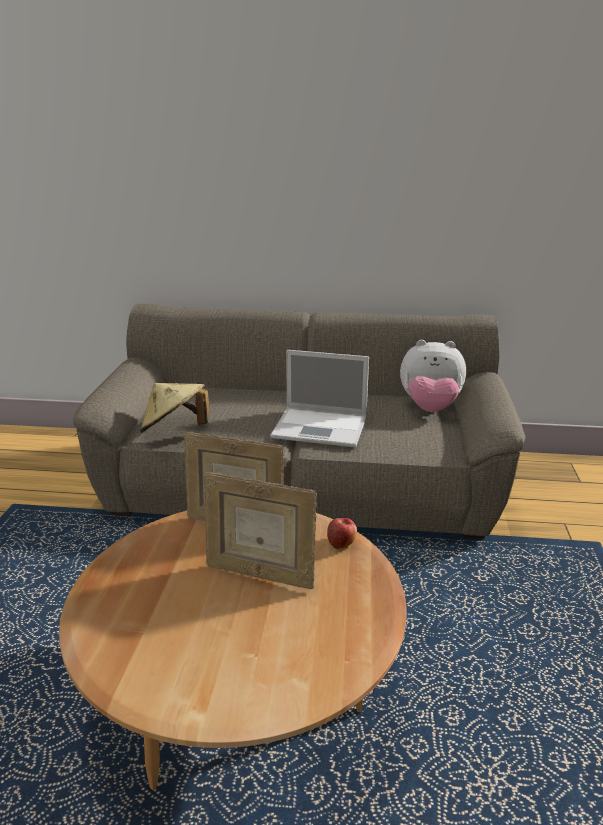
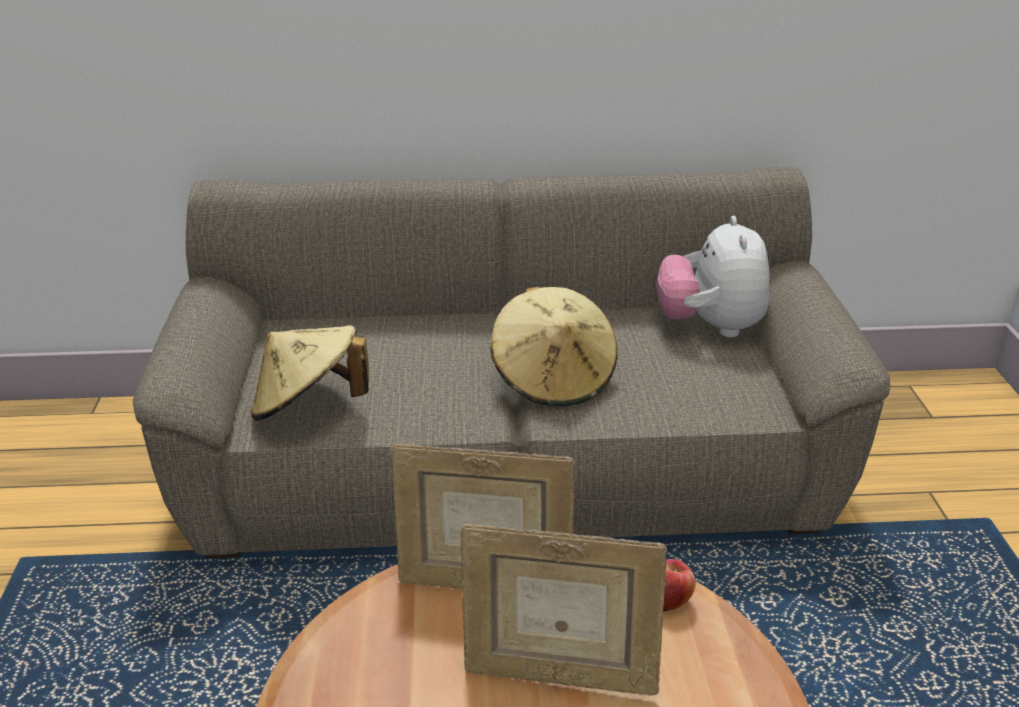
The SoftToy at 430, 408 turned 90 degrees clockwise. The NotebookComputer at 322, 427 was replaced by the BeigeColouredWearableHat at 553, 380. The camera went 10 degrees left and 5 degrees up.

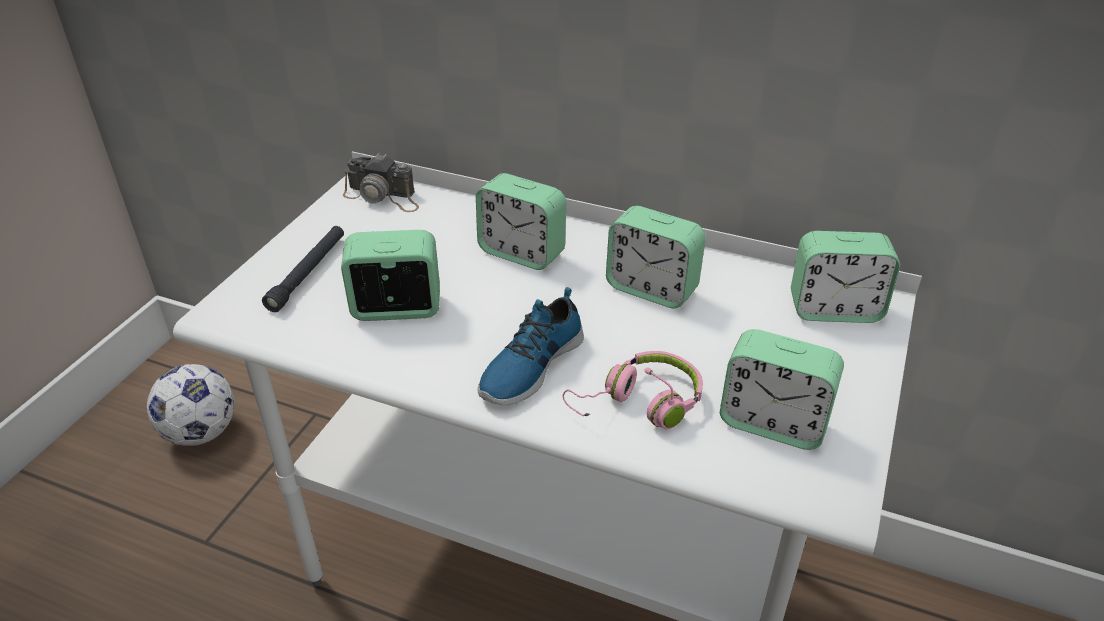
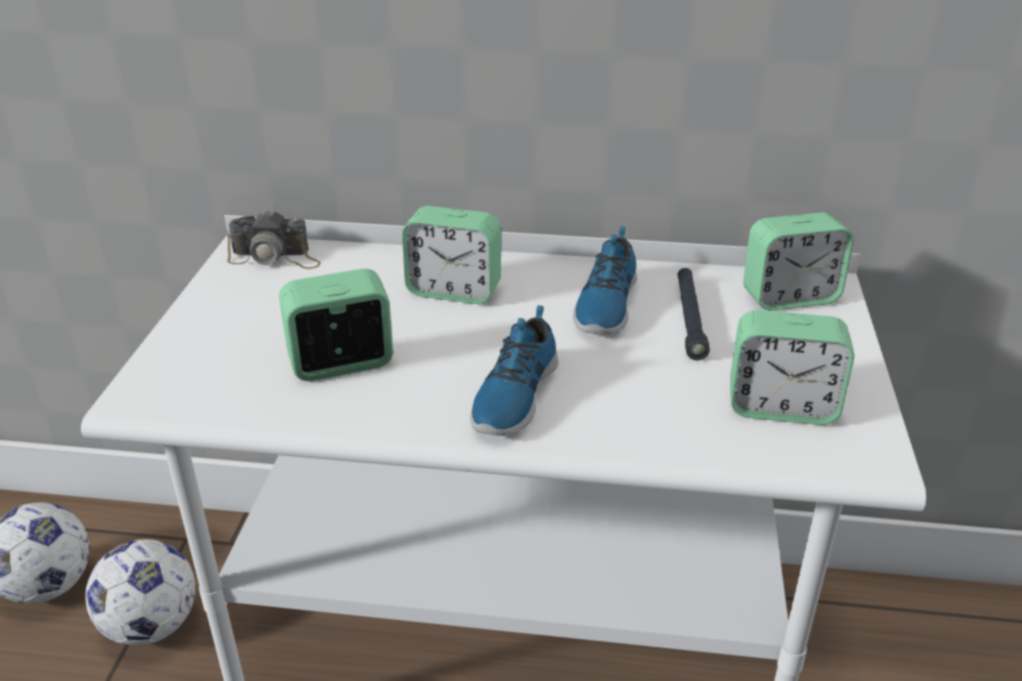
The TableClock at 652, 288 was replaced by the LowShoe at 604, 305. The BlackColouredFlashlight moved from 308, 273 to 689, 319. The PinkColouredHeadphones at 639, 404 disappeared. The FootballBall at 152, 625 appeared. The camera went 15 degrees left and 5 degrees down.

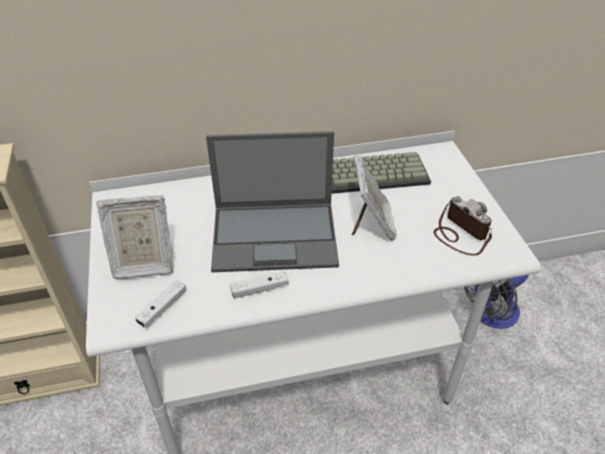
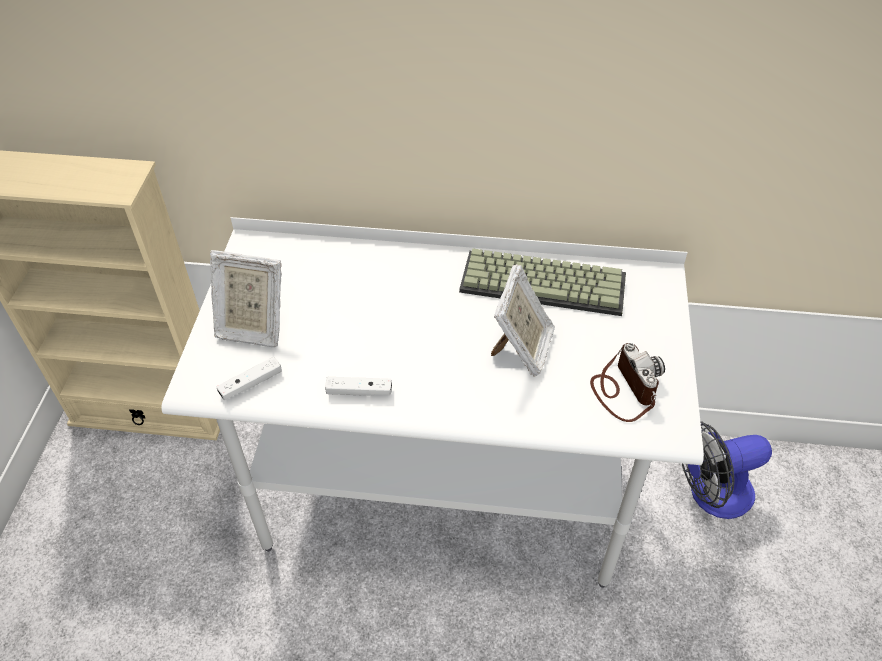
The NotebookComputer at 276, 236 disappeared. The camera went 20 degrees right and 5 degrees up.

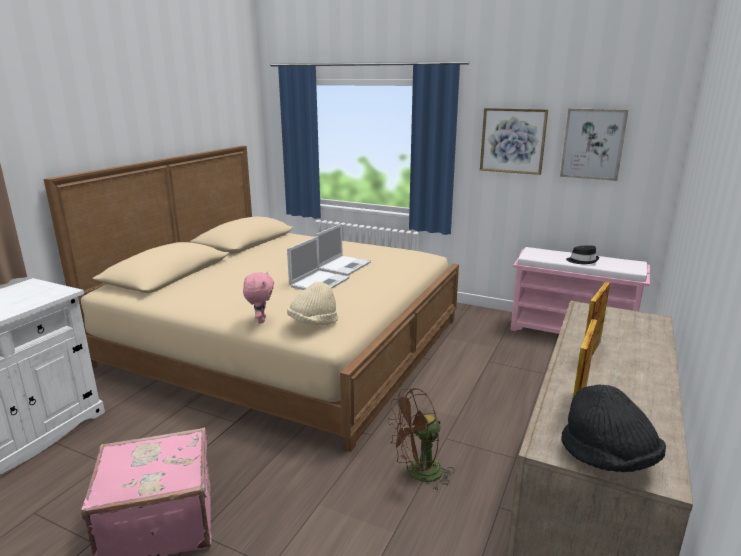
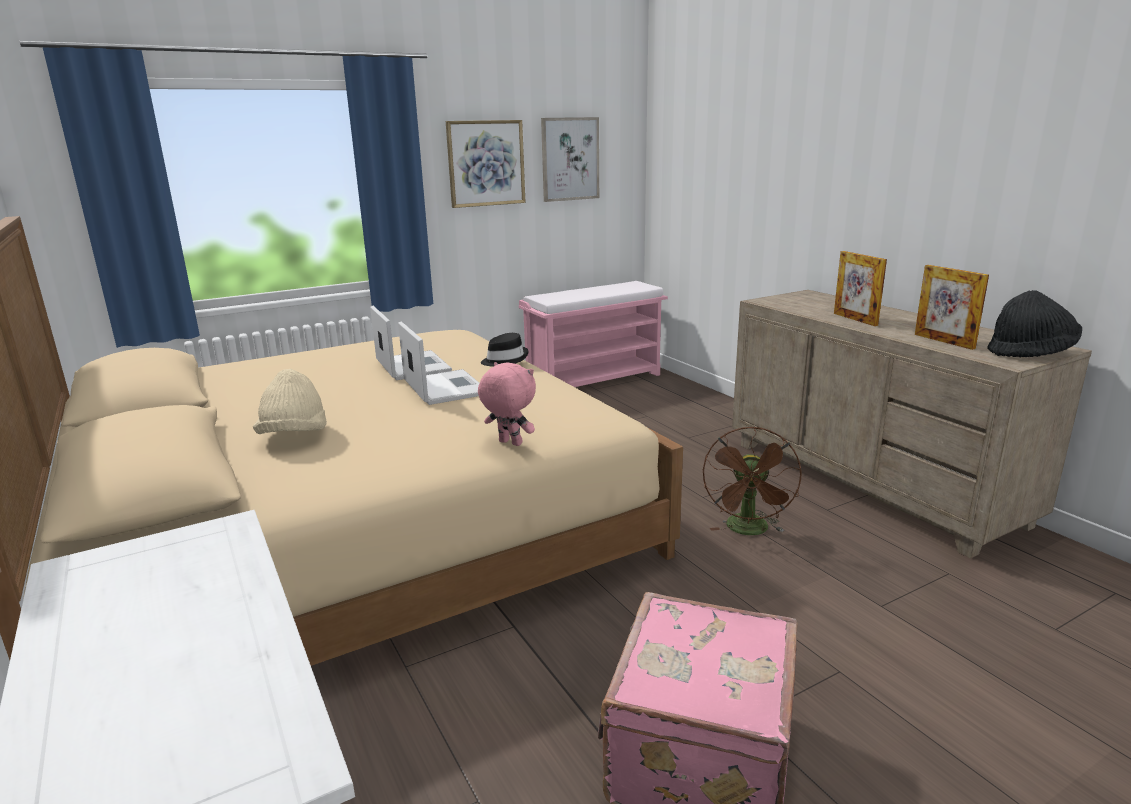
The BlackColouredWearableHat moved from 582, 261 to 504, 360. The BeigeColouredWearableHat moved from 313, 323 to 294, 436. The camera went 55 degrees left and 0 degrees up.

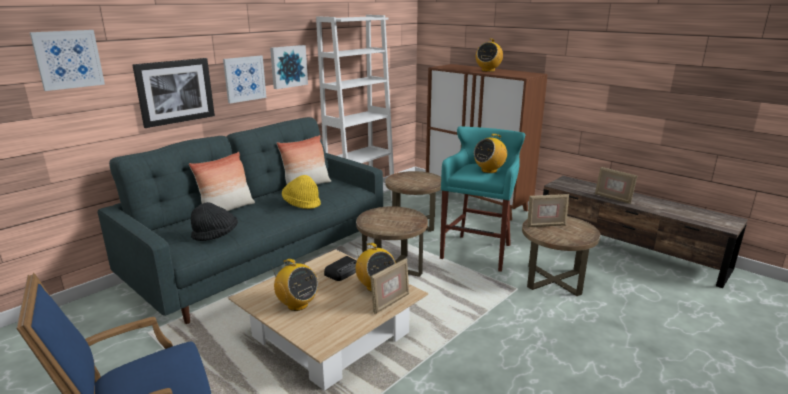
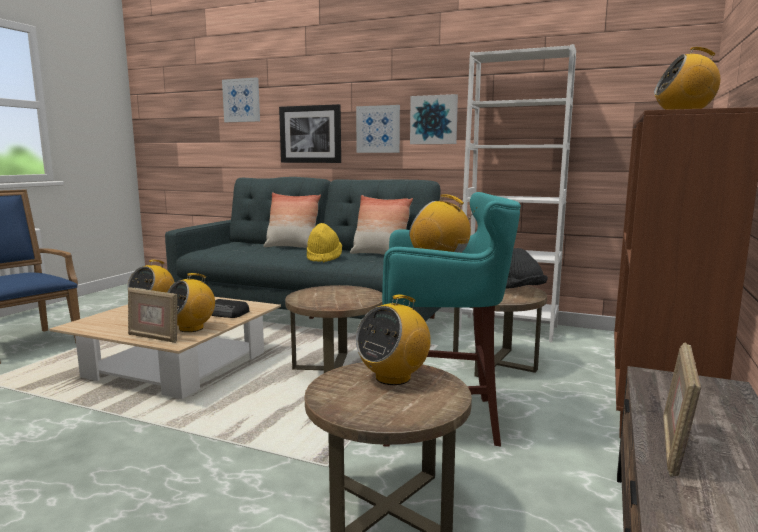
The StandingFrame at 545, 225 was replaced by the RadioSet at 393, 377. The BlackColouredWearableHat moved from 216, 236 to 520, 291. The camera went 70 degrees right and 10 degrees down.

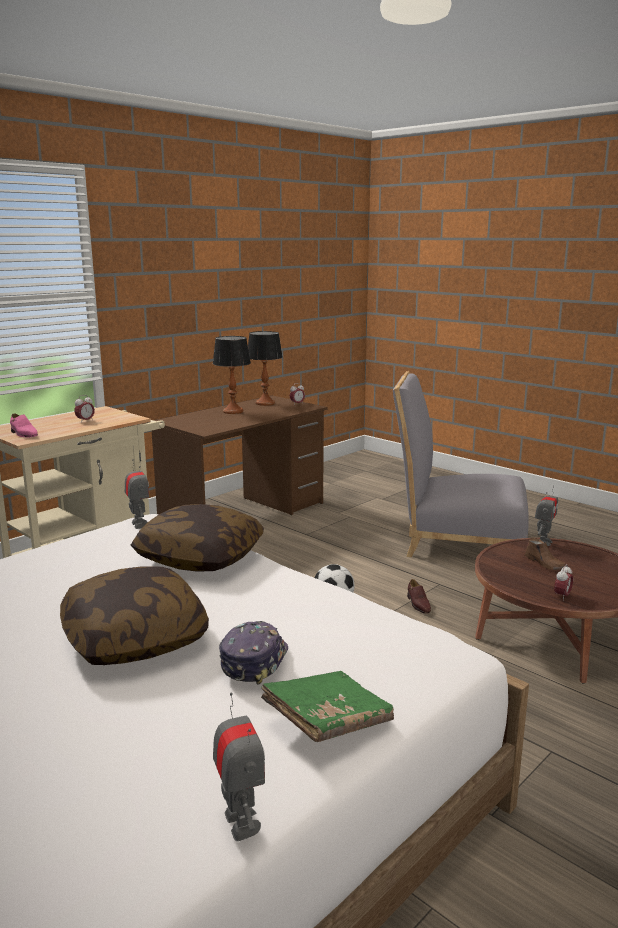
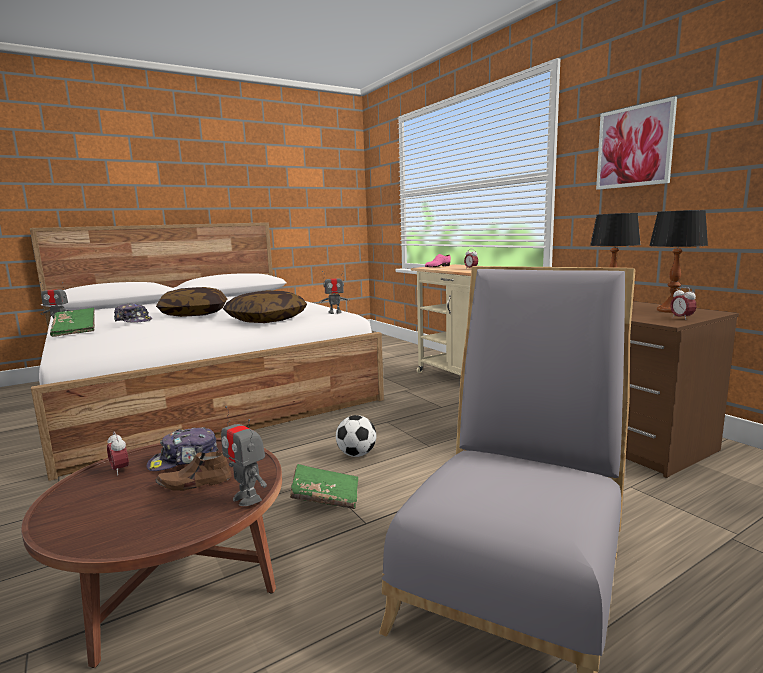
The BrownColouredLowShoe at 418, 604 was replaced by the GreenVolume at 325, 497. The WallPicture at 634, 146 appeared. The Cap at 184, 460 appeared. The camera went 105 degrees right and 5 degrees down.

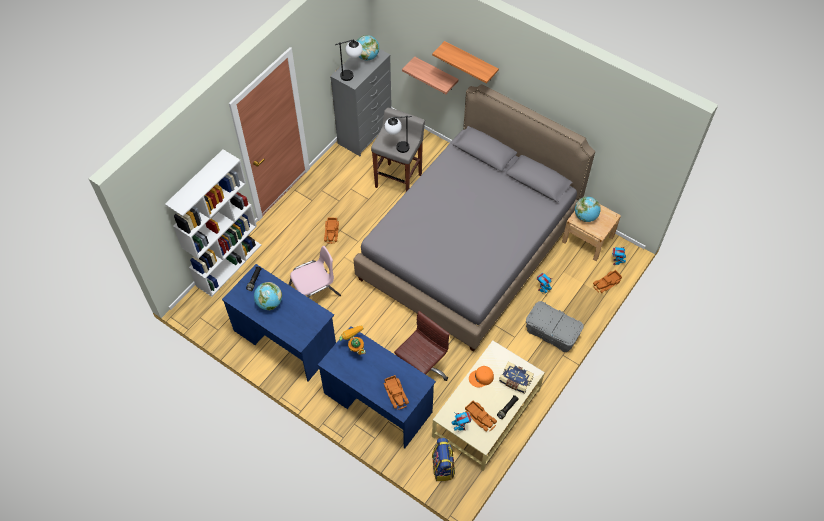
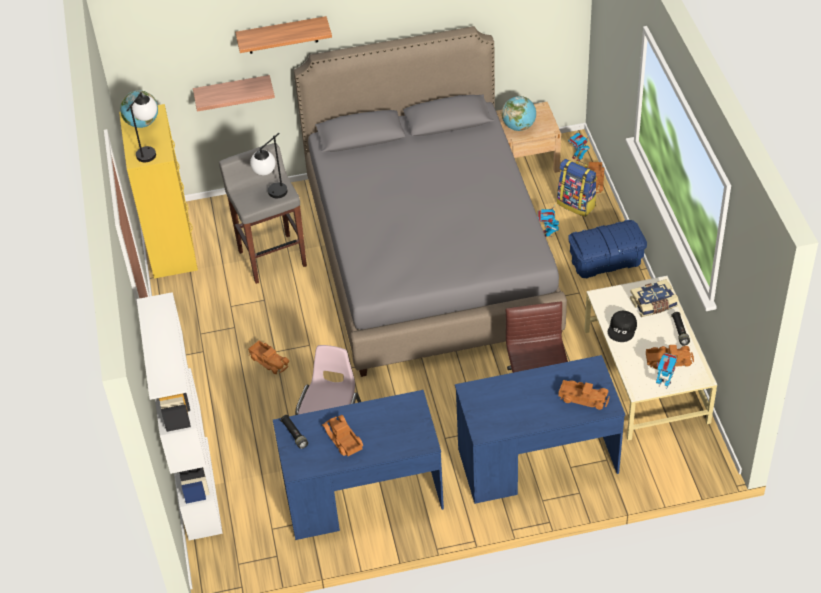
The GrayDrawerChest at 365, 133 became the YellowDrawerChest at 171, 245. The DeskGlobe at 269, 303 was replaced by the ModelTruck at 342, 439. The GrayStorageContainer at 551, 333 became the BlueColouredStorageContainer at 606, 261. The RobotFigure at 355, 348 disappeared. The OrangeyCap at 481, 378 became the BlackColouredCap at 622, 329. The Knapsack moved from 443, 467 to 577, 204. The camera went 45 degrees left and 10 degrees down.

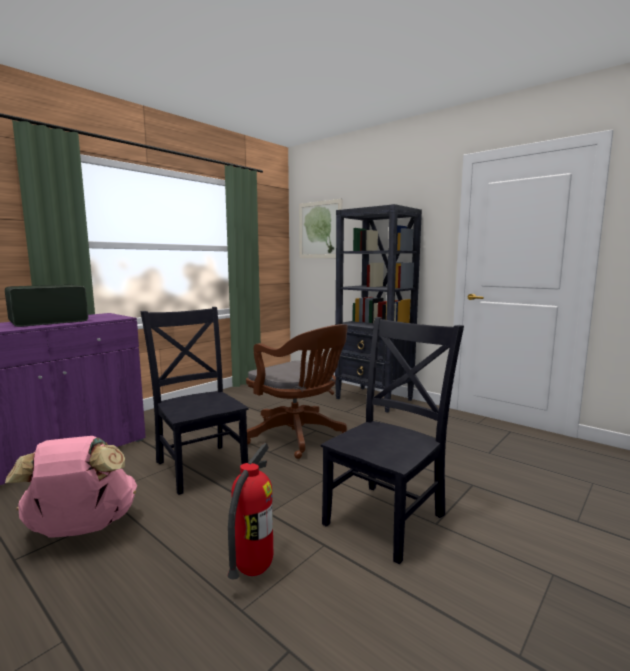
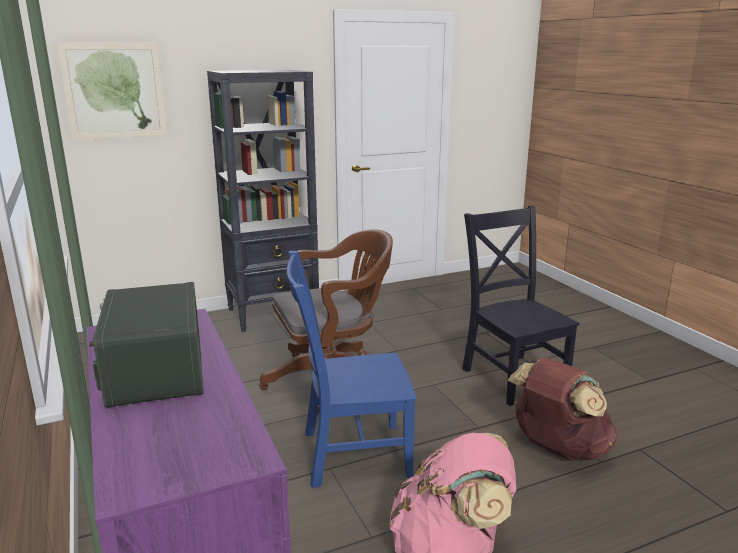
The BlackColouredUprightChair at 200, 465 became the BlueColouredUprightChair at 350, 454. The FireExtinguisher at 253, 570 was replaced by the BrownColouredKnapsack at 558, 449. The camera went 65 degrees left and 10 degrees up.

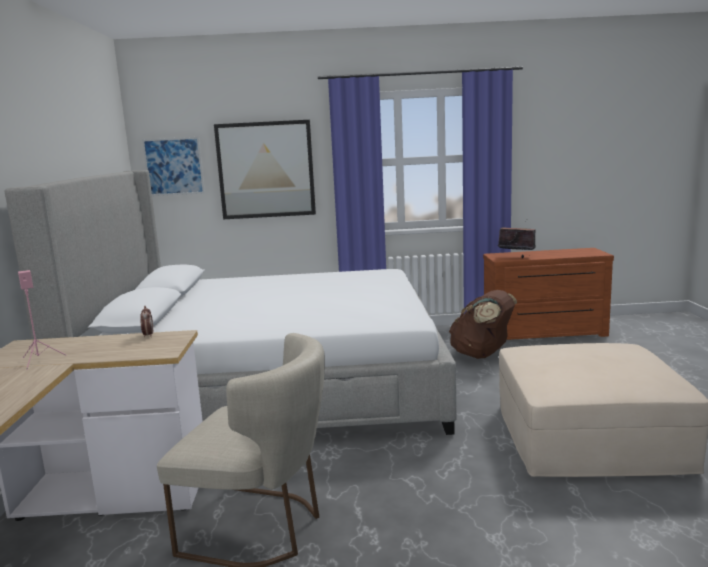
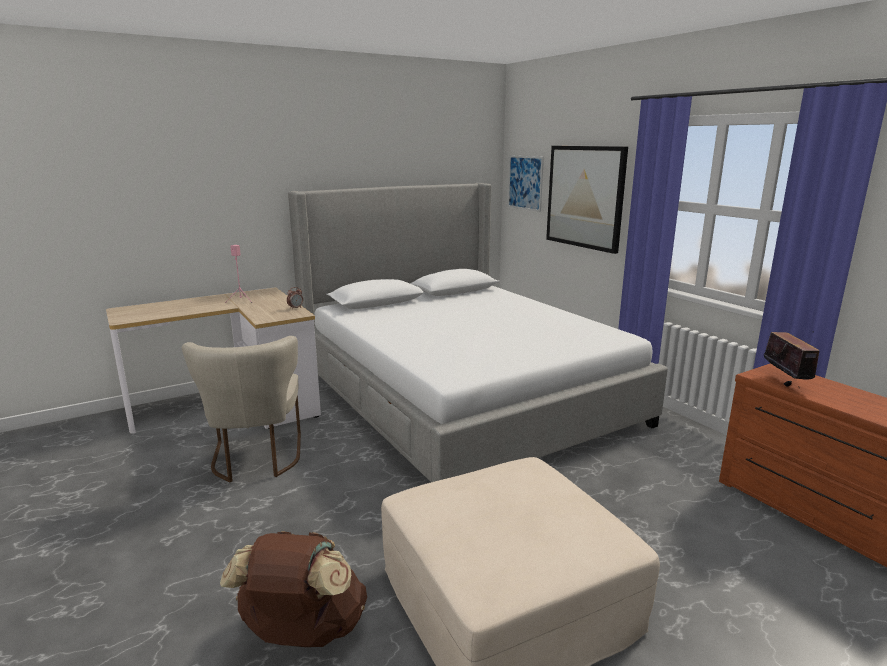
The BrownColouredKnapsack moved from 482, 355 to 303, 633. The camera went 60 degrees right and 5 degrees up.

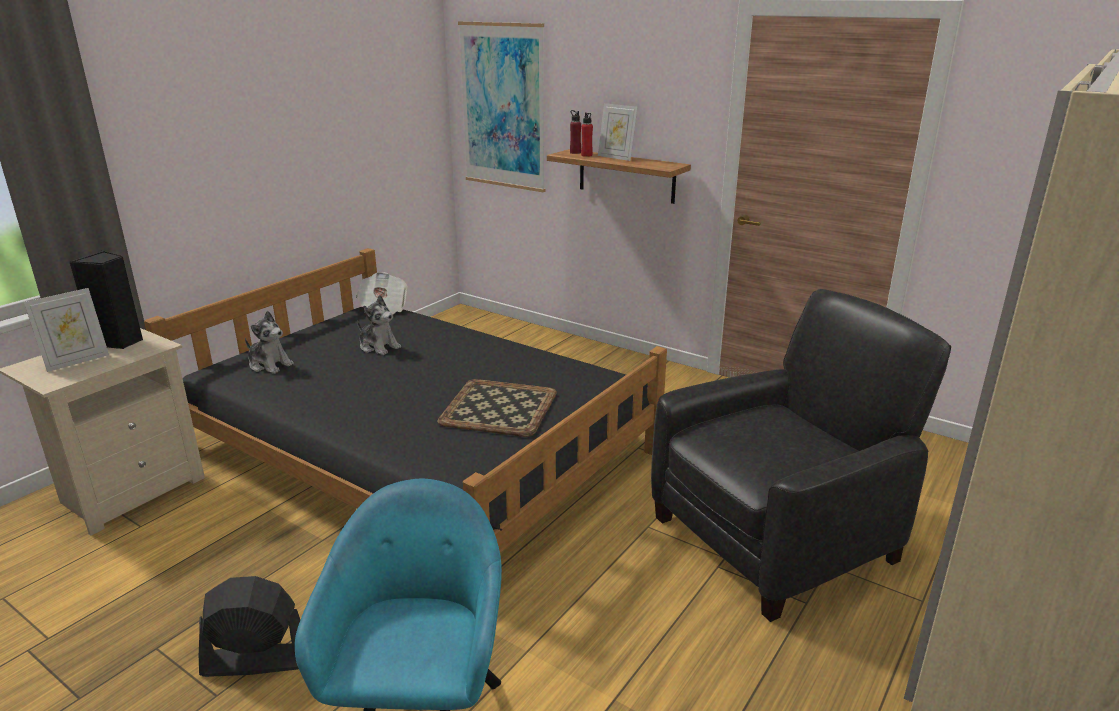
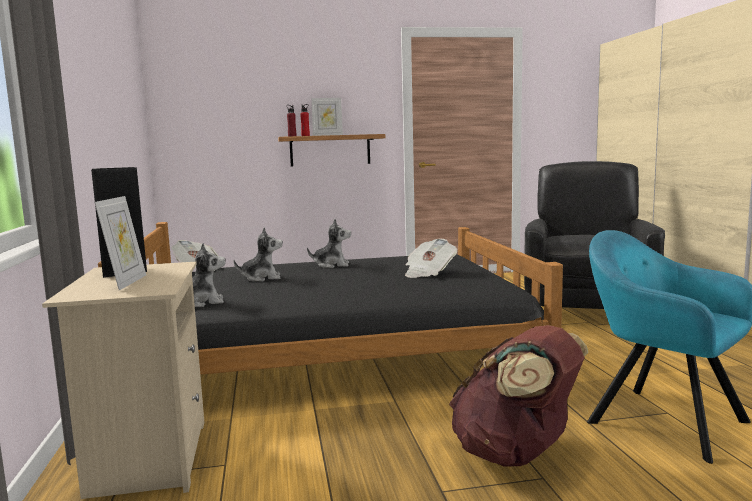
The WallPicture at 503, 107 disappeared. The CarryingTray at 497, 408 was replaced by the DailyPaper at 428, 273. The BlackColouredFan at 255, 660 was replaced by the BrownColouredKnapsack at 516, 454. The SoftToy at 332, 265 appeared. The camera went 45 degrees left and 15 degrees down.

